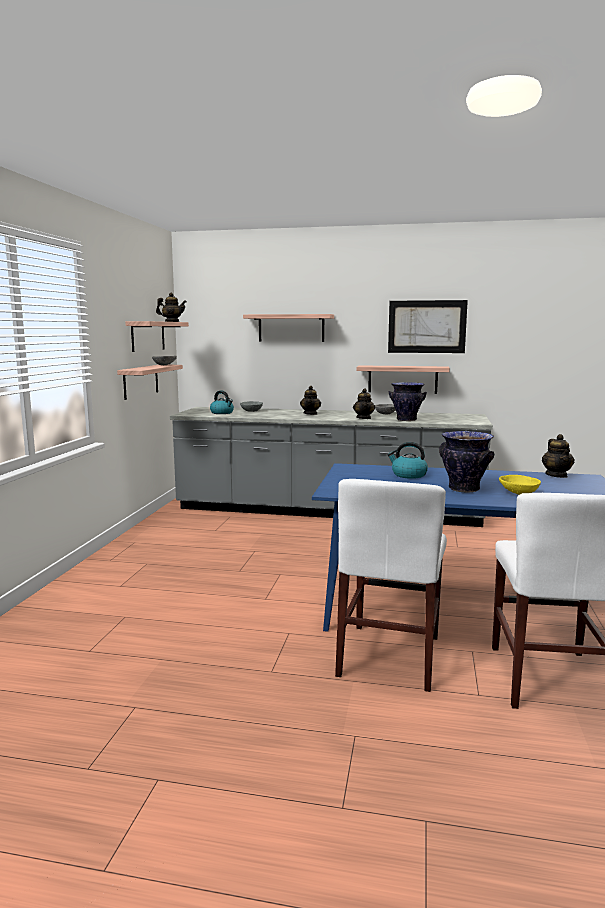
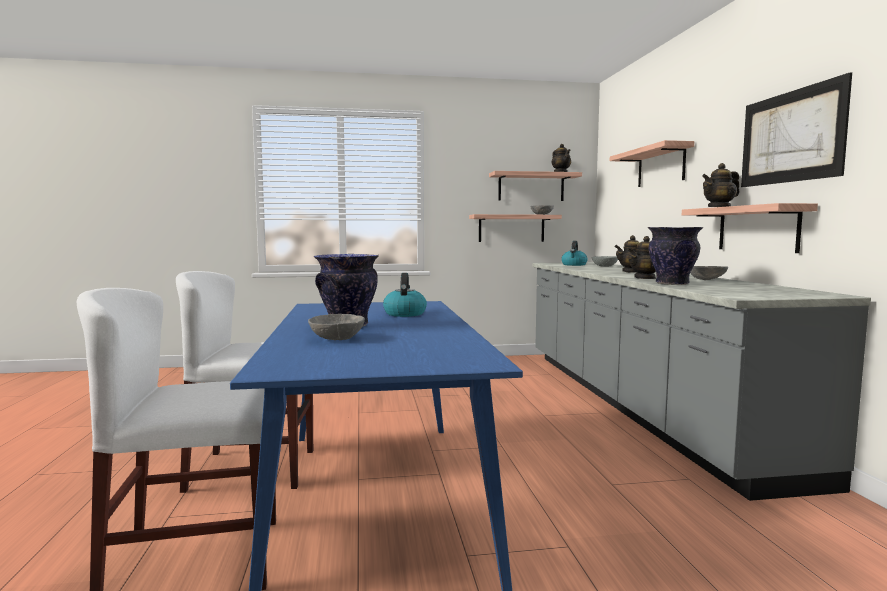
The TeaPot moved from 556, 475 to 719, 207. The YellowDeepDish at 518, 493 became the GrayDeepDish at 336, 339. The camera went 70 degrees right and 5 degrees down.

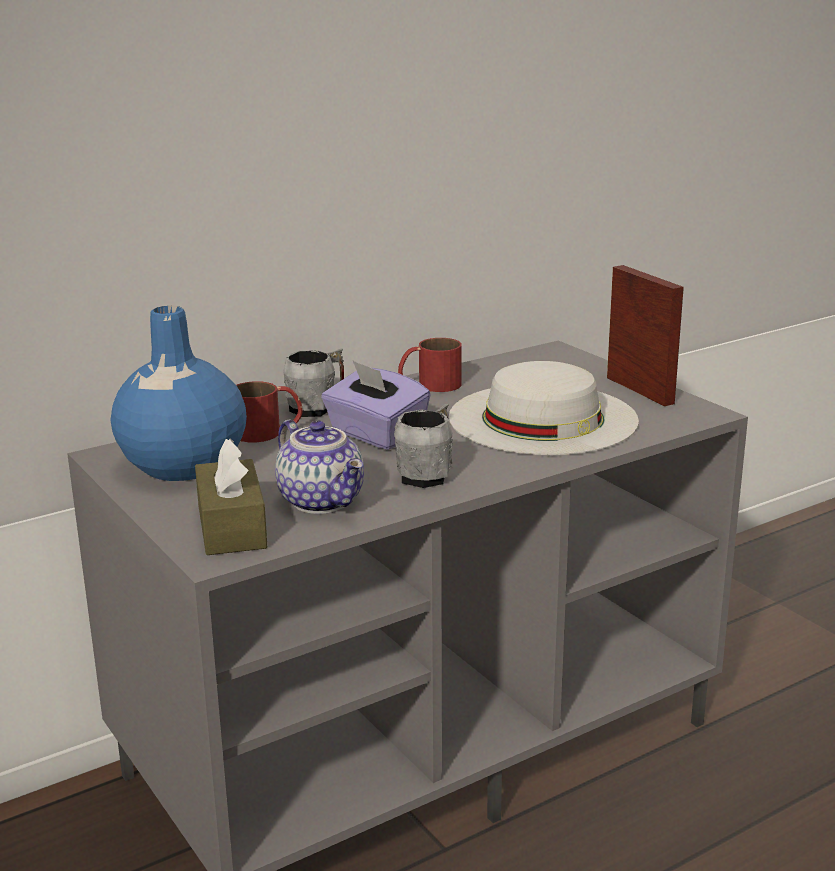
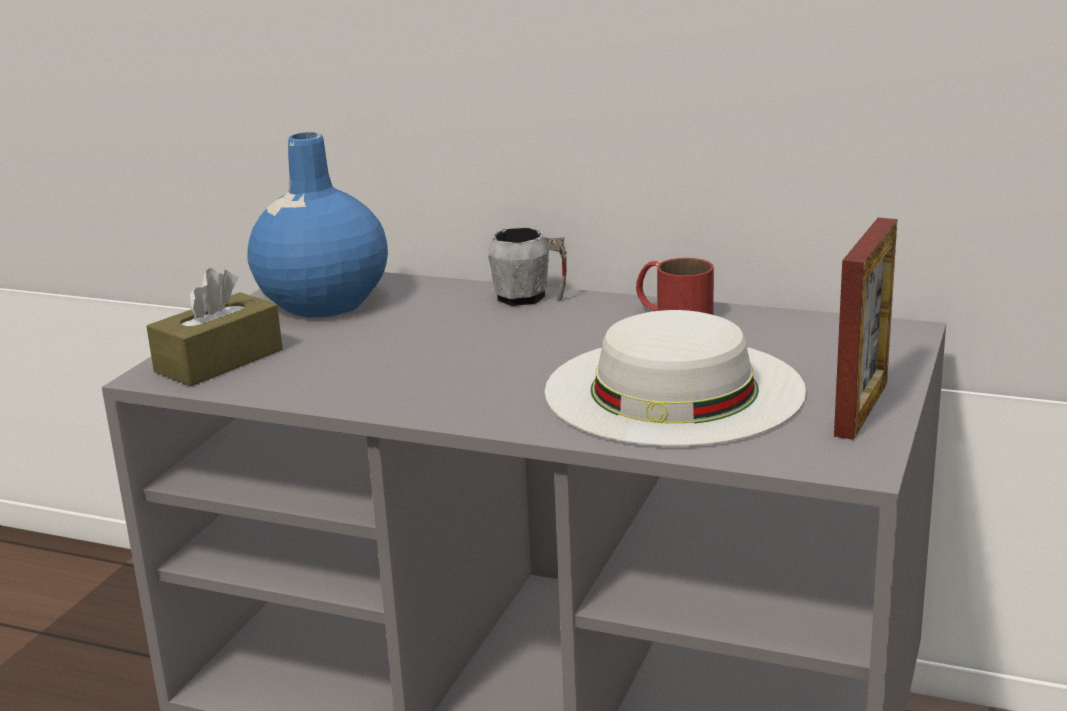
The PurplishBoxOfTissues at 375, 435 disappeared. The RedMug at 268, 431 disappeared. The GrayMug at 428, 475 disappeared. The TeaPot at 323, 501 disappeared. The camera went 55 degrees right and 0 degrees up.

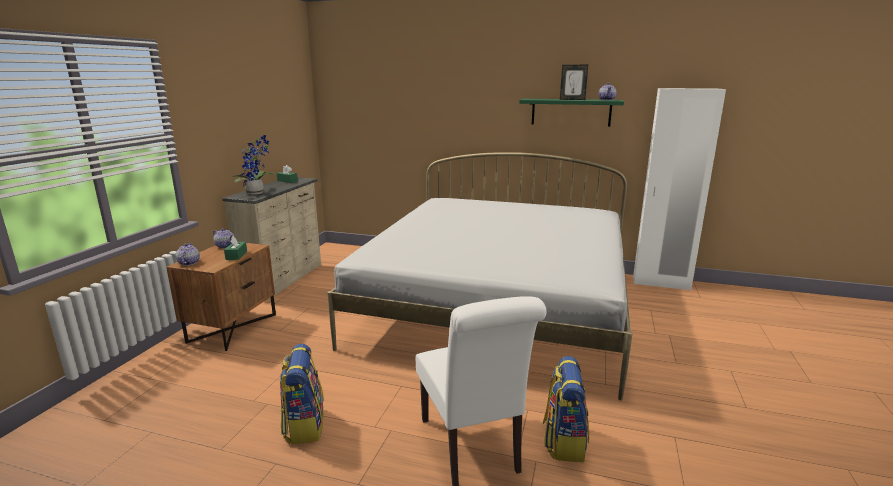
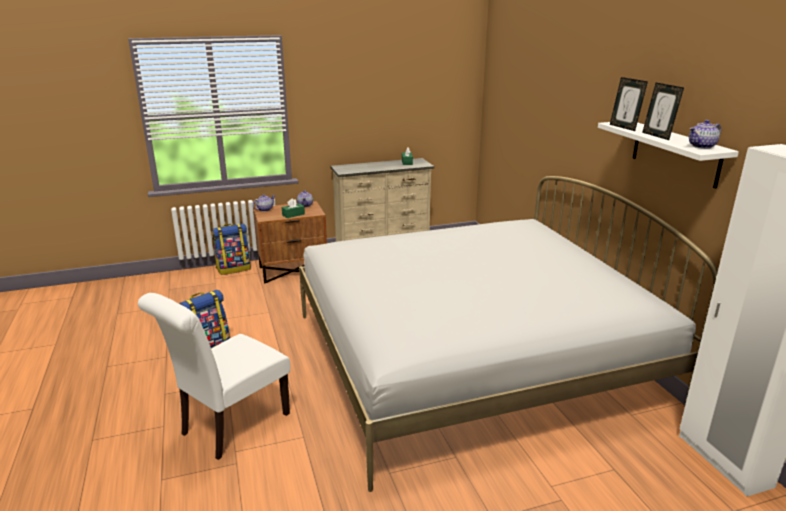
The GreenShelf at 571, 112 became the WhiteColouredShelf at 675, 153. The PlantInAPot at 257, 193 disappeared. The Knapsack moved from 563, 441 to 234, 268. The StandingFrame at 624, 127 appeared. The camera went 55 degrees right and 5 degrees up.

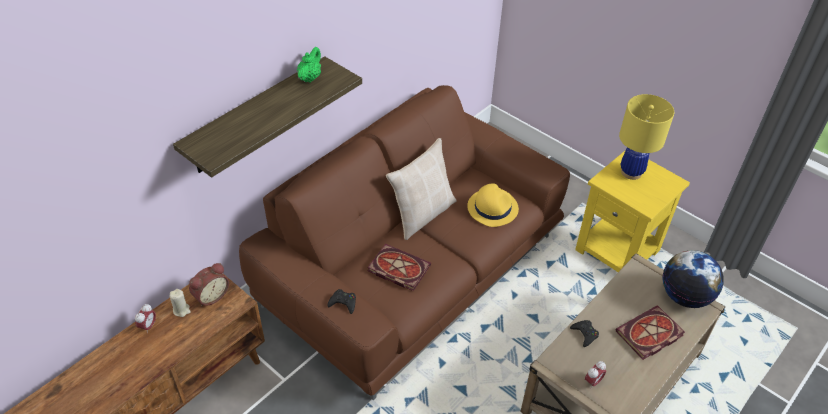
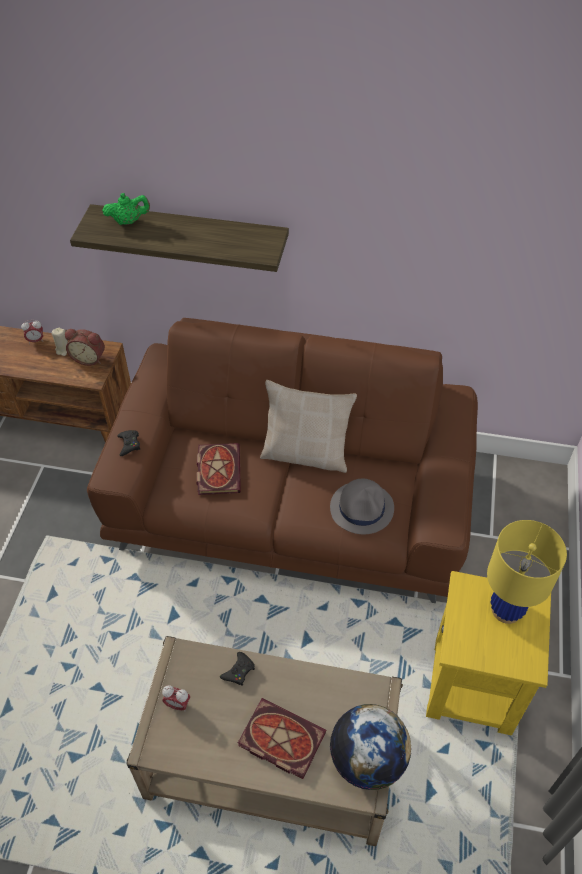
The GreenTeaPot moved from 310, 77 to 128, 221. The YellowWearableHat at 492, 207 became the GrayWearableHat at 362, 508. The camera went 60 degrees right and 5 degrees up.

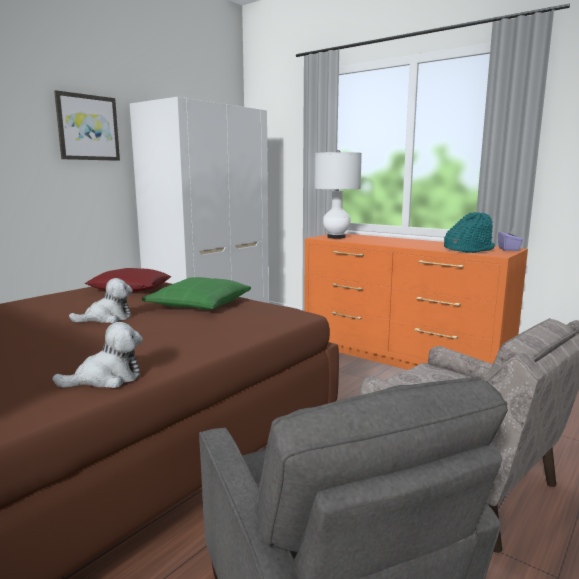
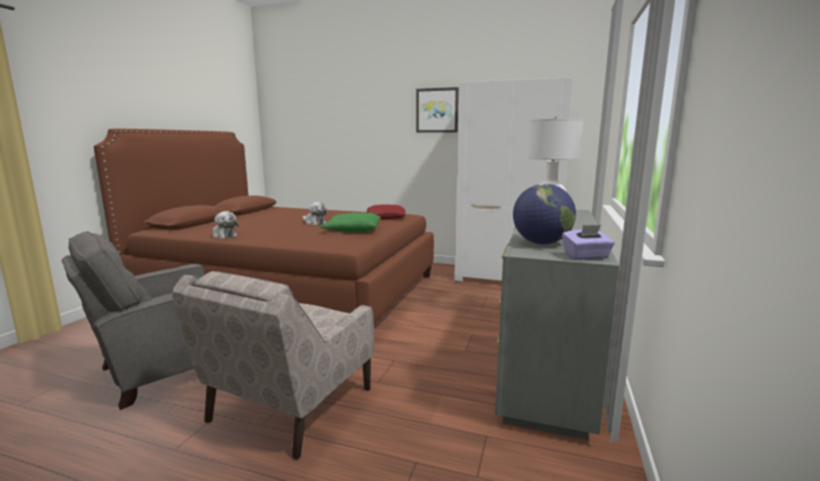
The TurquoiseColouredWearableHat at 468, 250 was replaced by the DeskGlobe at 541, 243. The OrangeyDrawerChest at 402, 358 became the GrayDrawerChest at 545, 362. The camera went 70 degrees right and 0 degrees up.

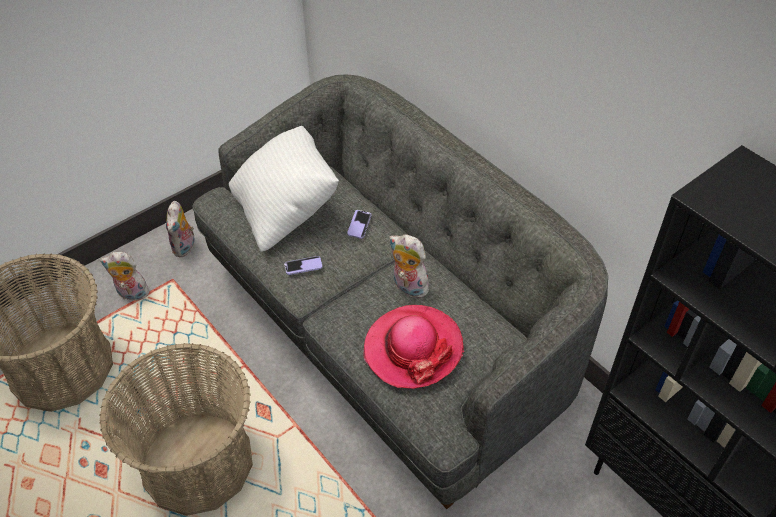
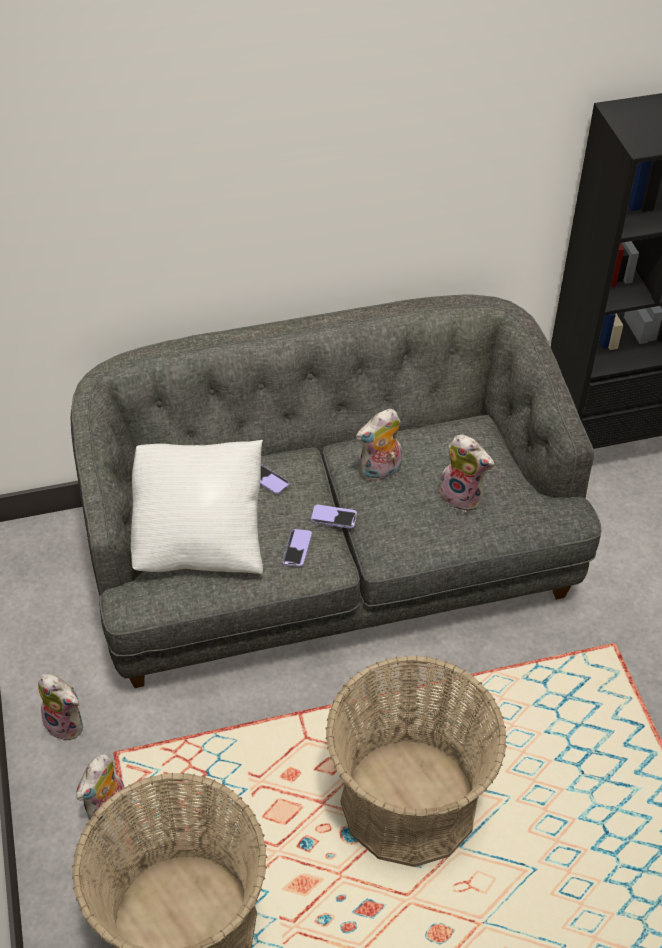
The WearableHat at 413, 348 was replaced by the SoftToy at 463, 496. The Handset at 334, 517 appeared. The camera went 65 degrees left and 0 degrees up.

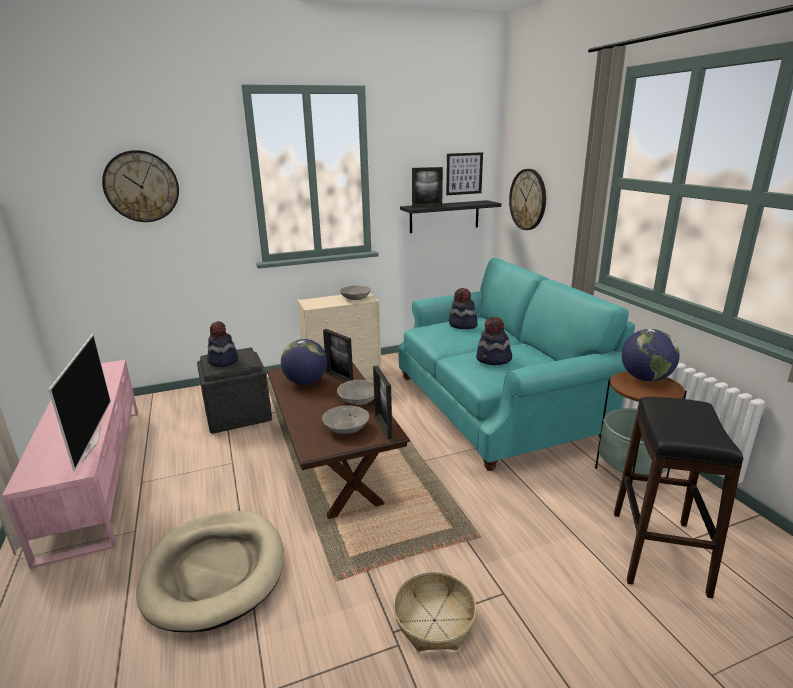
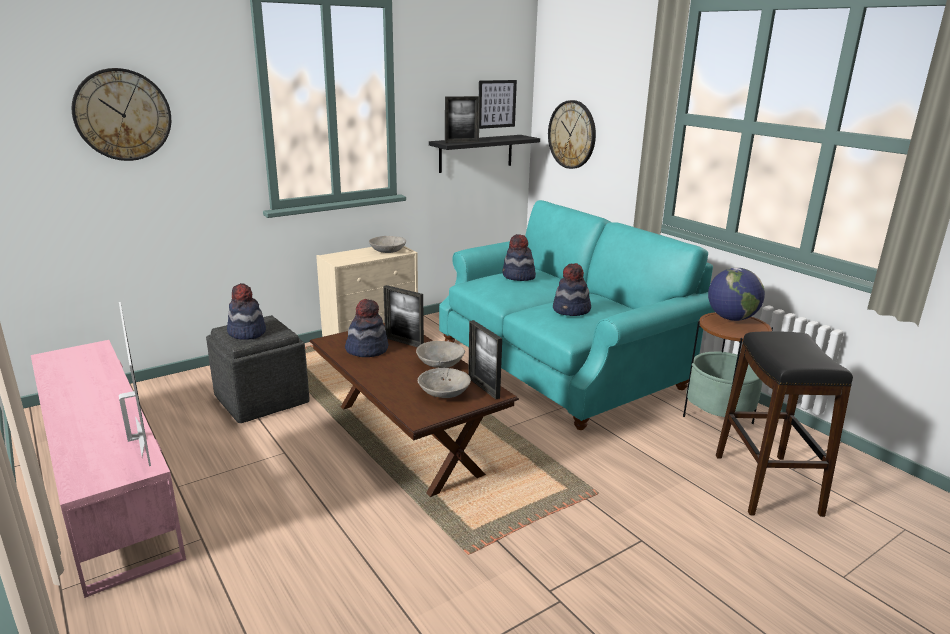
The DeskGlobe at 306, 382 was replaced by the WearableHat at 367, 349. The BeigeColouredDogCushion at 215, 571 disappeared. The Basket at 434, 621 disappeared. The camera went 15 degrees left and 0 degrees up.

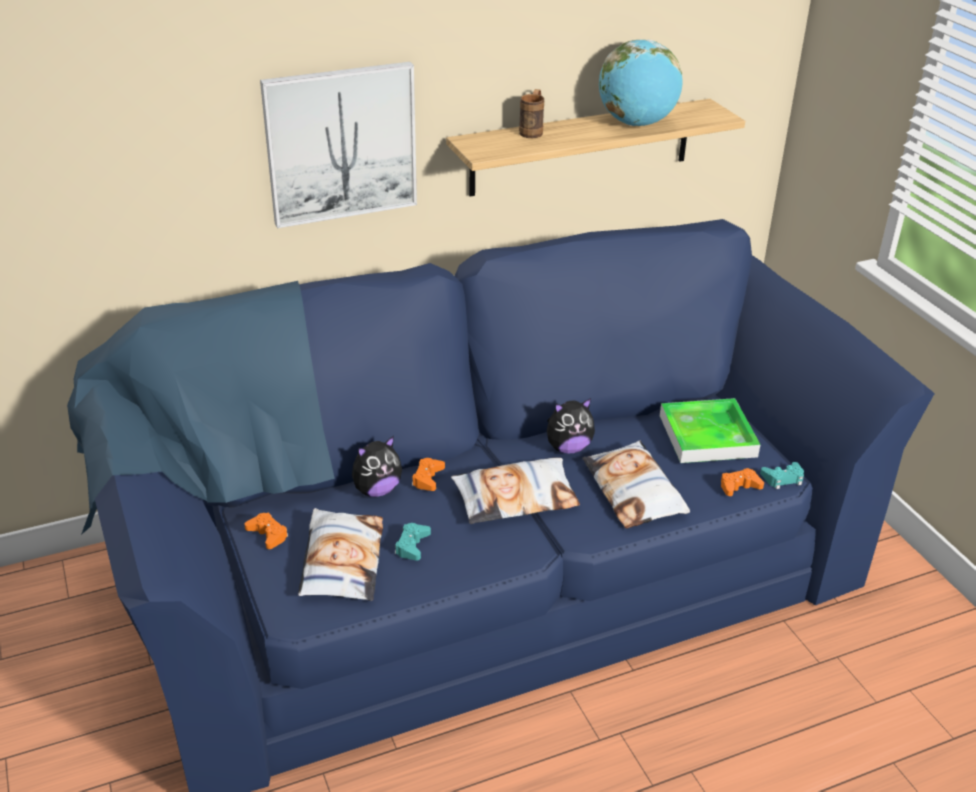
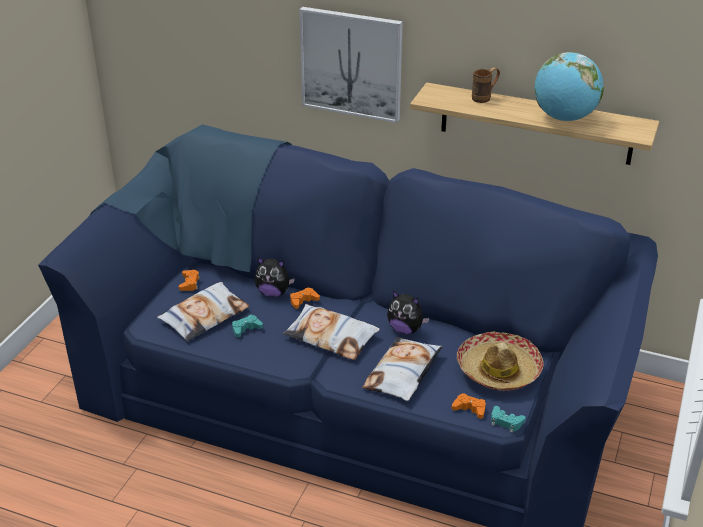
The CarryingTray at 707, 436 was replaced by the WearableHat at 498, 370. The camera went 45 degrees right and 0 degrees up.

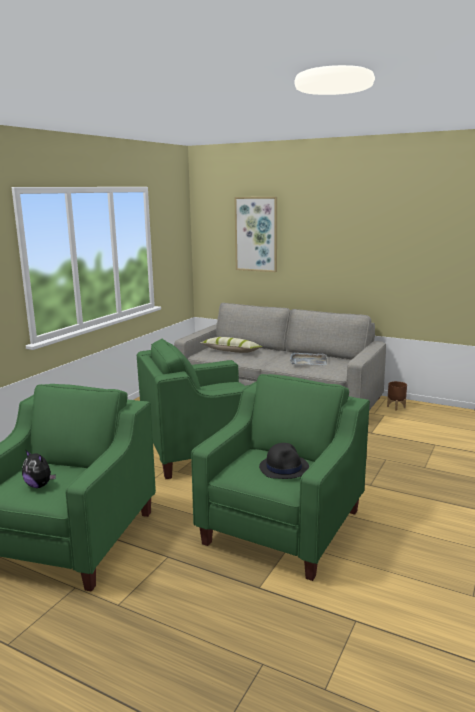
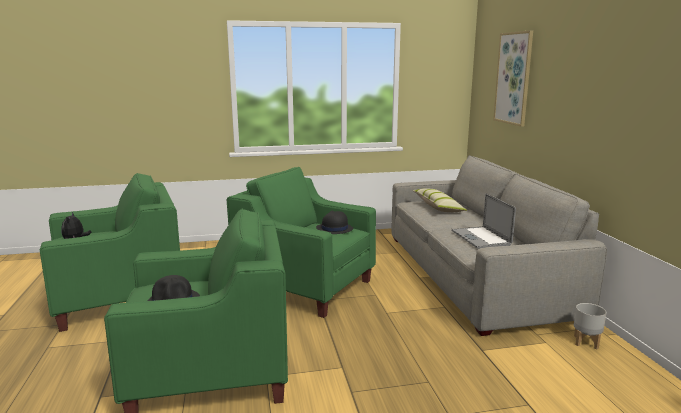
The GrayCarryingTray at 308, 361 was replaced by the NotebookComputer at 480, 238. The BrownColouredPlanter at 396, 407 became the GrayPlanter at 586, 342. The BlackColouredWearableHat at 334, 229 appeared. The camera went 50 degrees right and 0 degrees up.

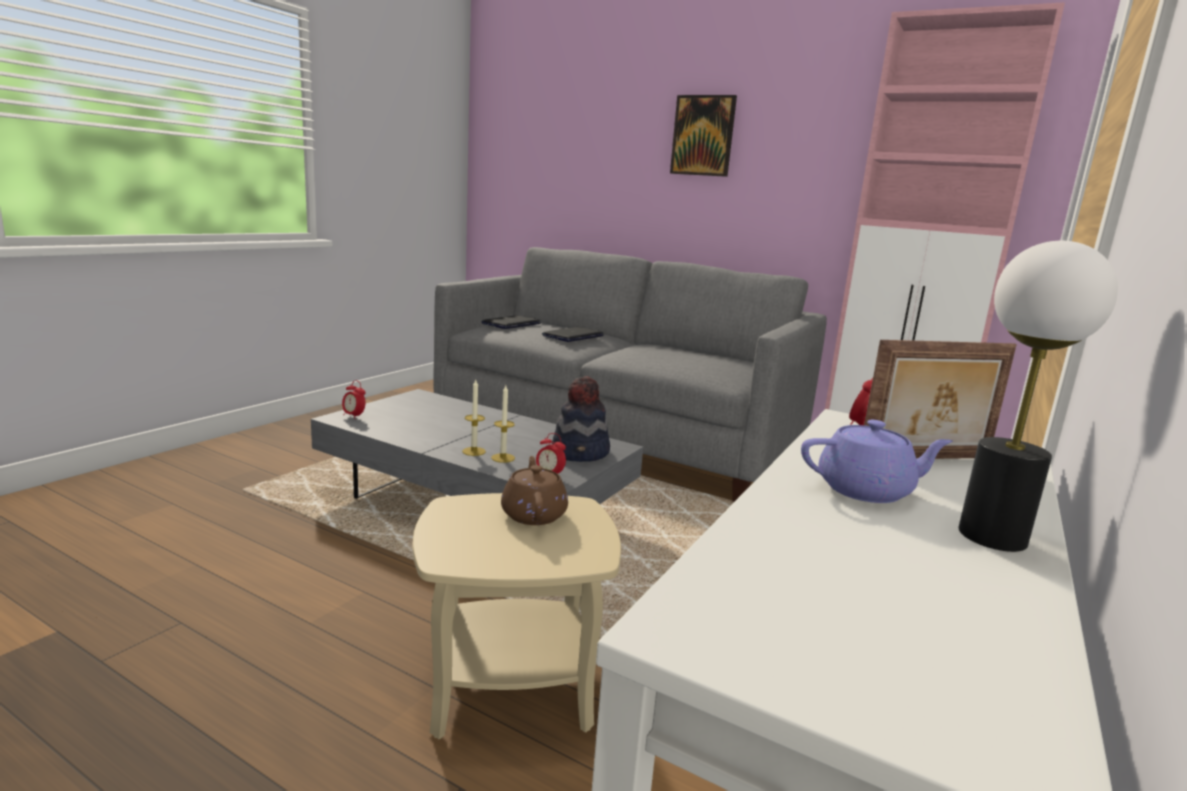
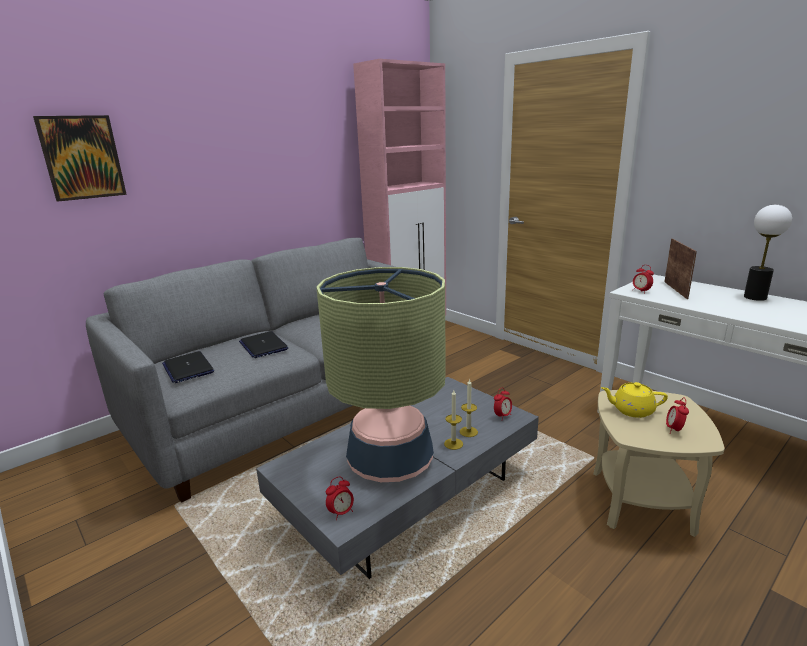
The WallPicture moved from 703, 136 to 82, 157. The WearableHat at 581, 453 disappeared. The PurplishTeaPot at 866, 490 disappeared. The BrownColouredTeaPot at 533, 514 became the YellowTeaPot at 631, 410. The TableLamp at 390, 461 appeared. The TableClock at 674, 430 appeared. The camera went 70 degrees left and 5 degrees up.

